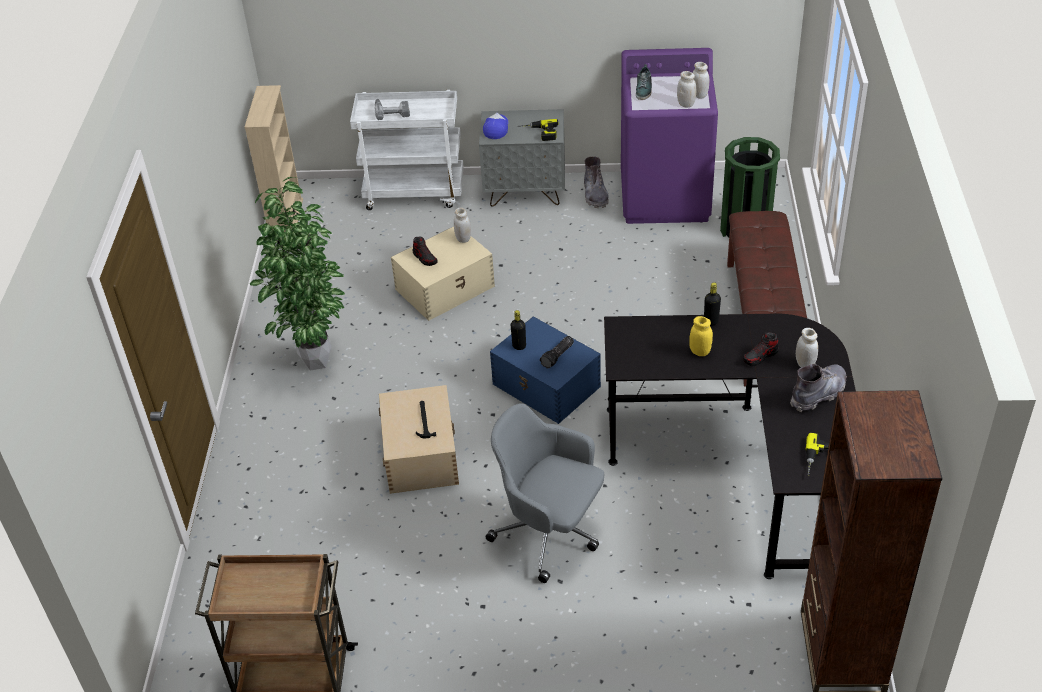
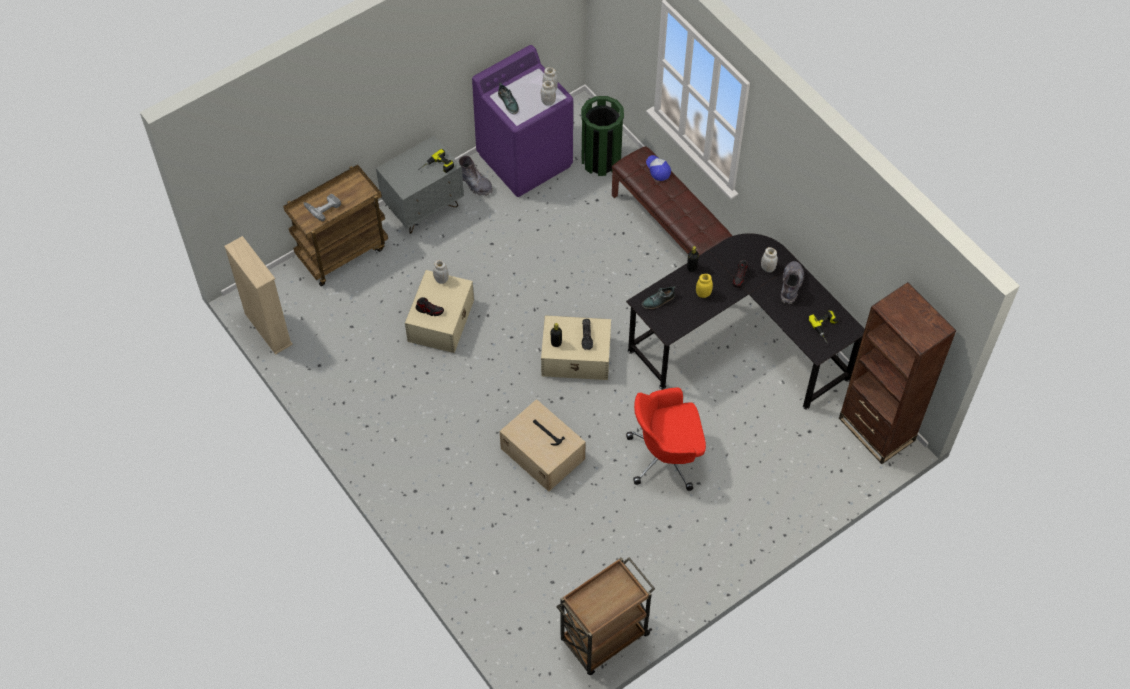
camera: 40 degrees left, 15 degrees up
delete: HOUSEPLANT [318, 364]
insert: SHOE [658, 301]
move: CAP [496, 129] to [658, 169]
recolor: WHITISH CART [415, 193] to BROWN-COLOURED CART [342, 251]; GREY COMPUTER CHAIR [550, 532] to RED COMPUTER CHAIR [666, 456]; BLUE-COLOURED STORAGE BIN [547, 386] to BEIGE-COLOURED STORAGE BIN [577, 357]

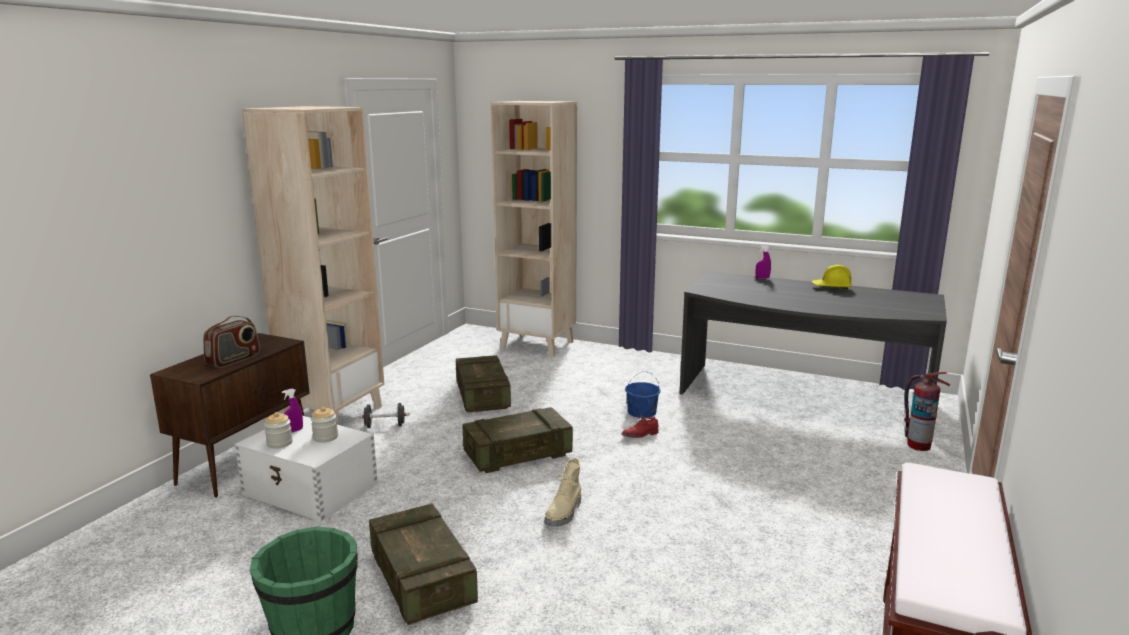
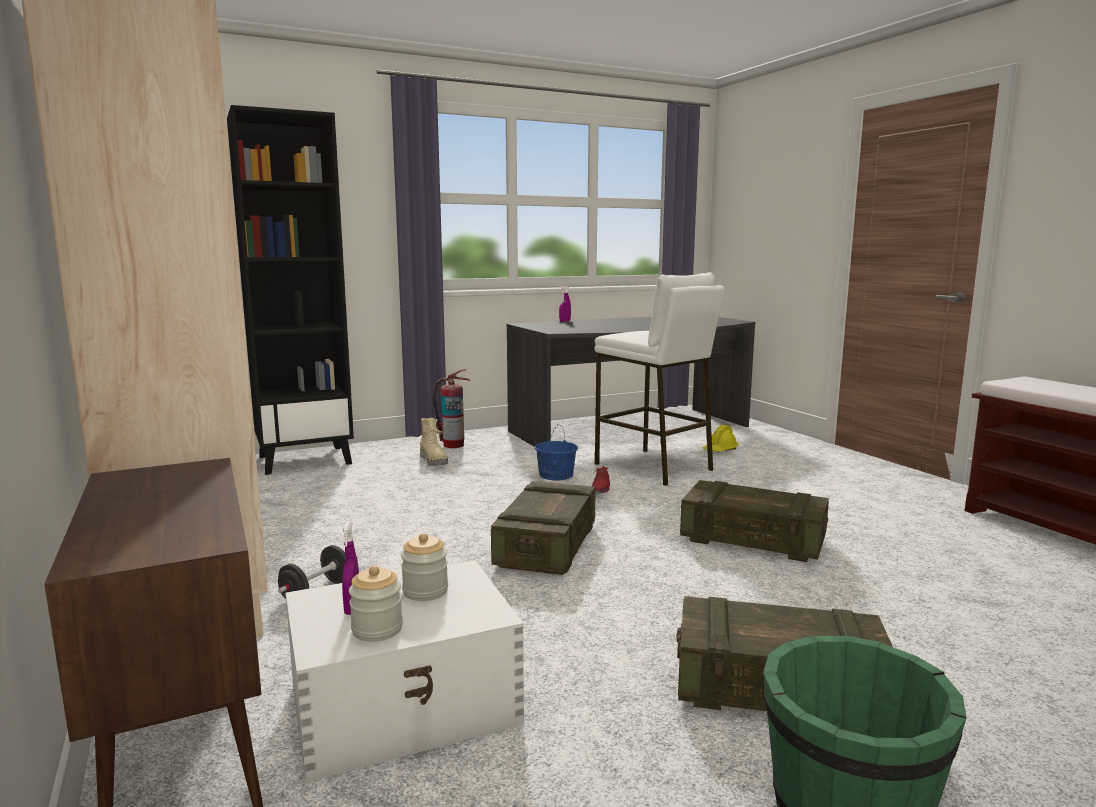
camera: 50 degrees left, 5 degrees down
delete: RADIO RECEIVER [234, 360]
insert: WHITISH STOOL [653, 467]
move: PACKING CRATE [482, 396] to [752, 540]; BEIGE-COLOURED HIGH-TOP BOOT [564, 513] to [434, 461]; YELLOW HARD HAT [831, 287] to [720, 450]; FIRE-FIGHTING CYLINDER [918, 445] to [453, 445]
recolor: BEIGE-COLOURED BOOKCASE [538, 345] to BLACKISH BOOKCASE [305, 460]

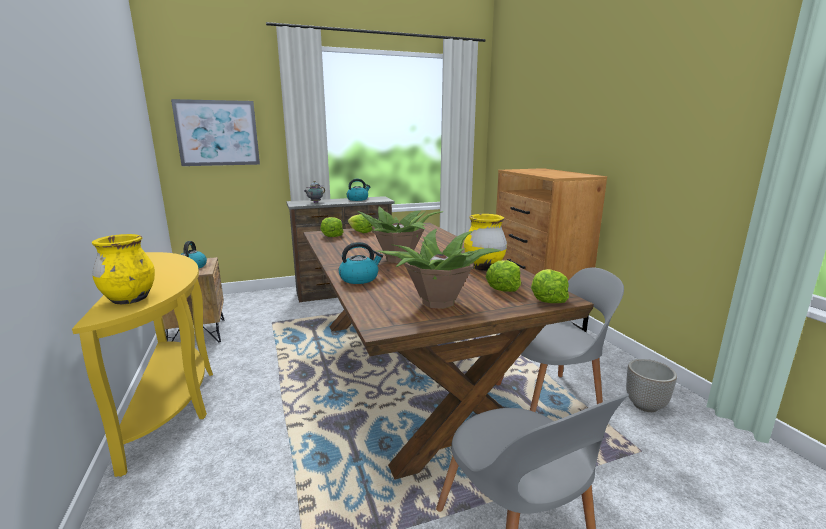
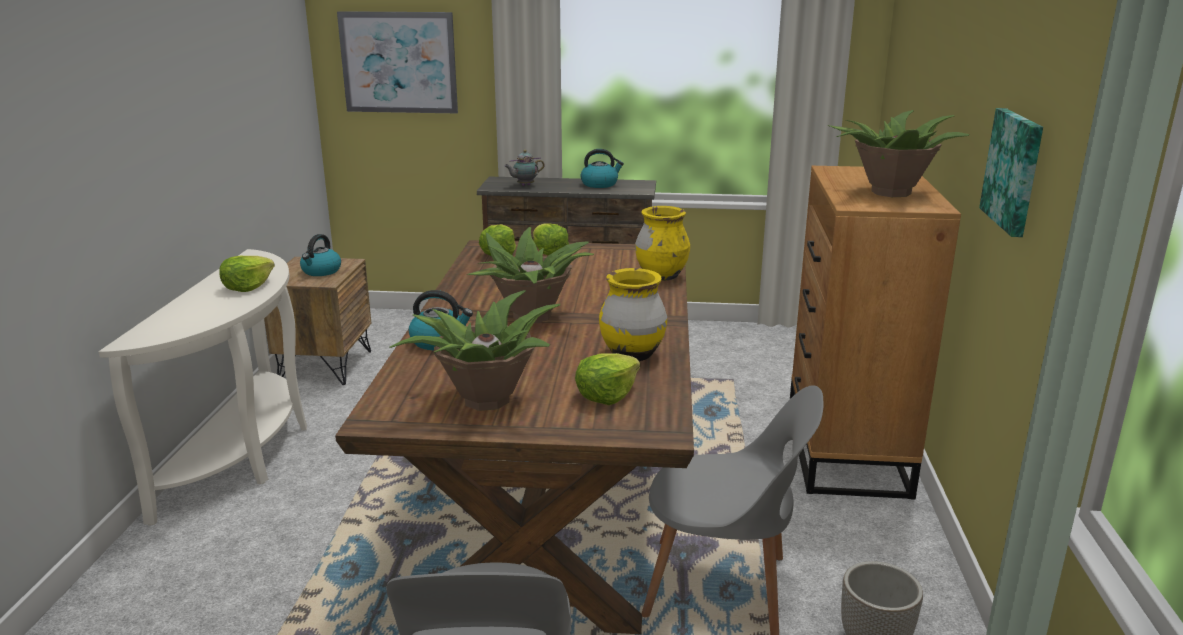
camera: 25 degrees right, 5 degrees up
insert: HOUSEPLANT [889, 192]; WALL ART [1015, 170]
move: YELLOW FLOWER VASE [130, 299] to [661, 276]; LETTUCE HEAD [547, 298] to [247, 287]
recolor: YELLOW CONSOLE TABLE [175, 400] to WHITISH CONSOLE TABLE [247, 453]

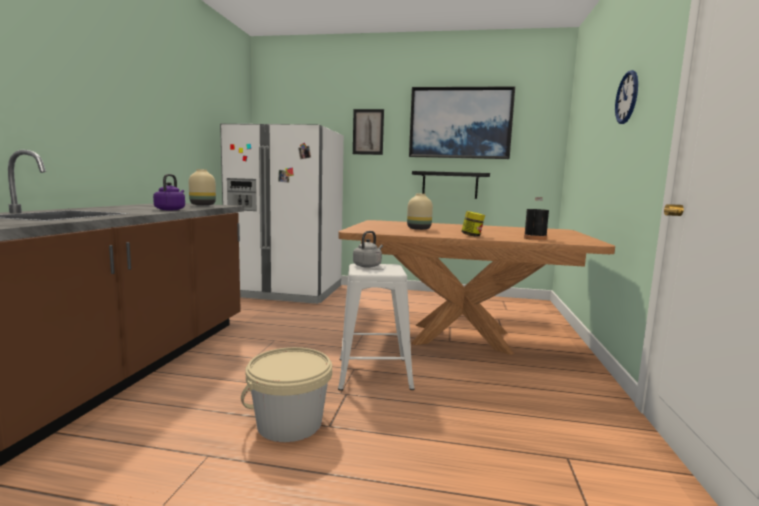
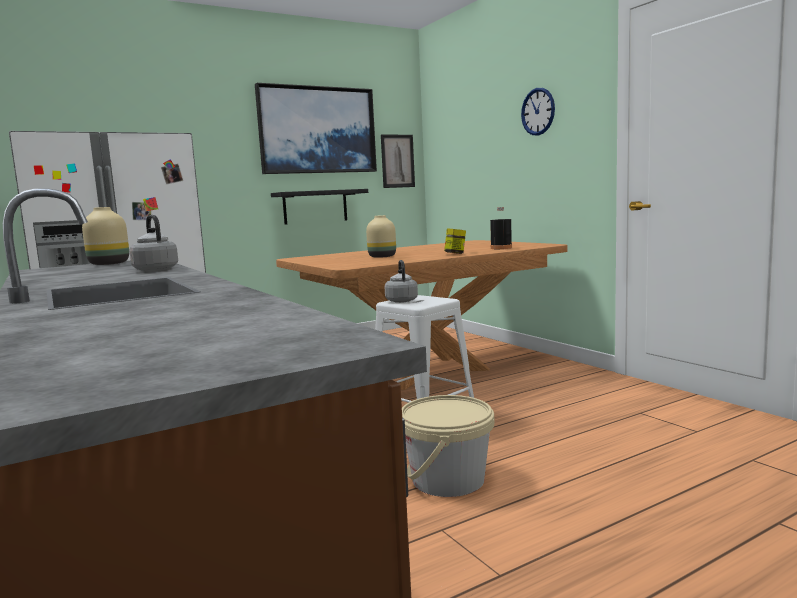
camera: 40 degrees left, 0 degrees up
move: WALL ART [368, 132] to [397, 161]
recolor: PURPLE-COLOURED KETTLE [171, 209] to GREY KETTLE [155, 270]

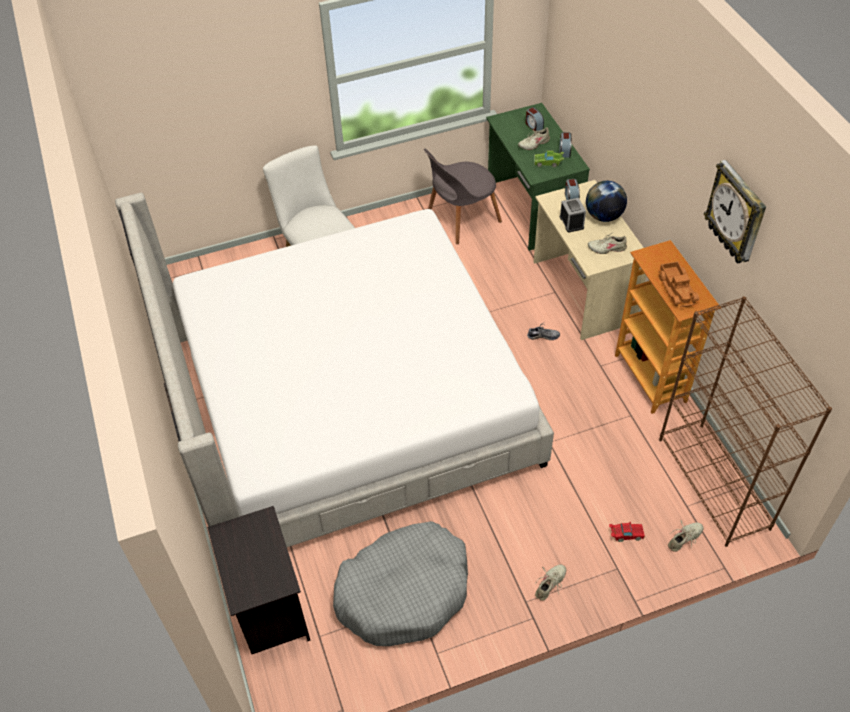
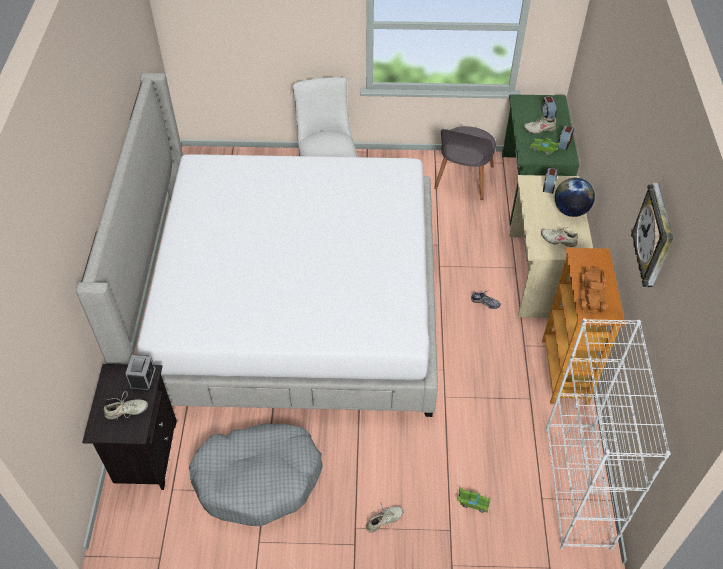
camera: 20 degrees right, 0 degrees up
move: TABLE CLOCK [571, 222] to [143, 378]; BEIGE-COLOURED SHOE [684, 539] to [126, 411]
recolor: RED MODEL CAR [625, 534] to GREEN-COLOURED MODEL CAR [472, 503]; BROWN-COLOURED BOOKCASE [714, 483] to WHITISH BOOKCASE [577, 487]
rotate: GREY CHAIR [461, 219] = [463, 179] 60 degrees counterclockwise

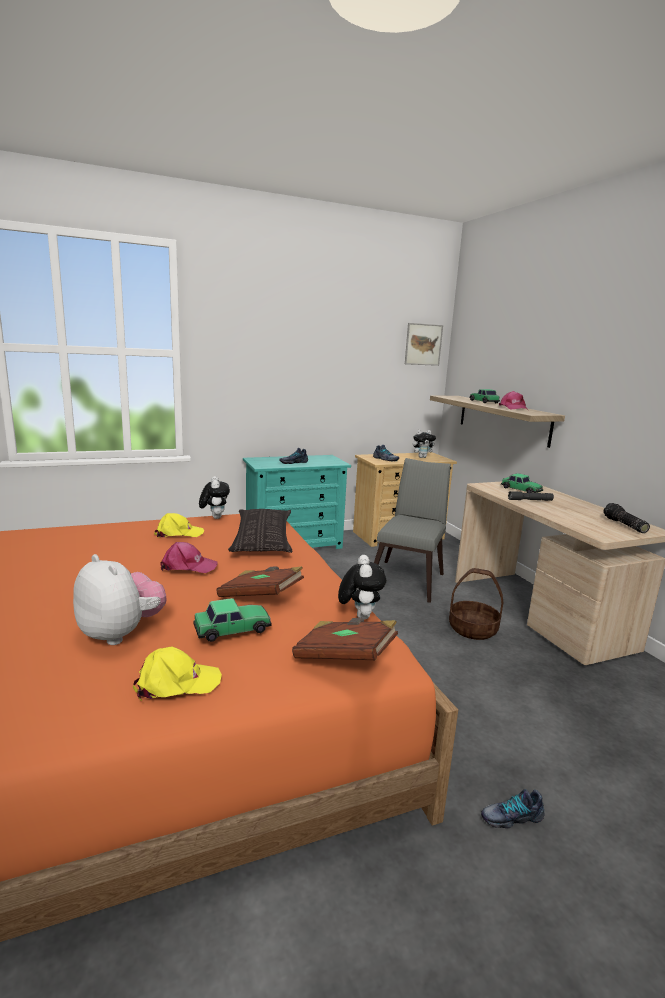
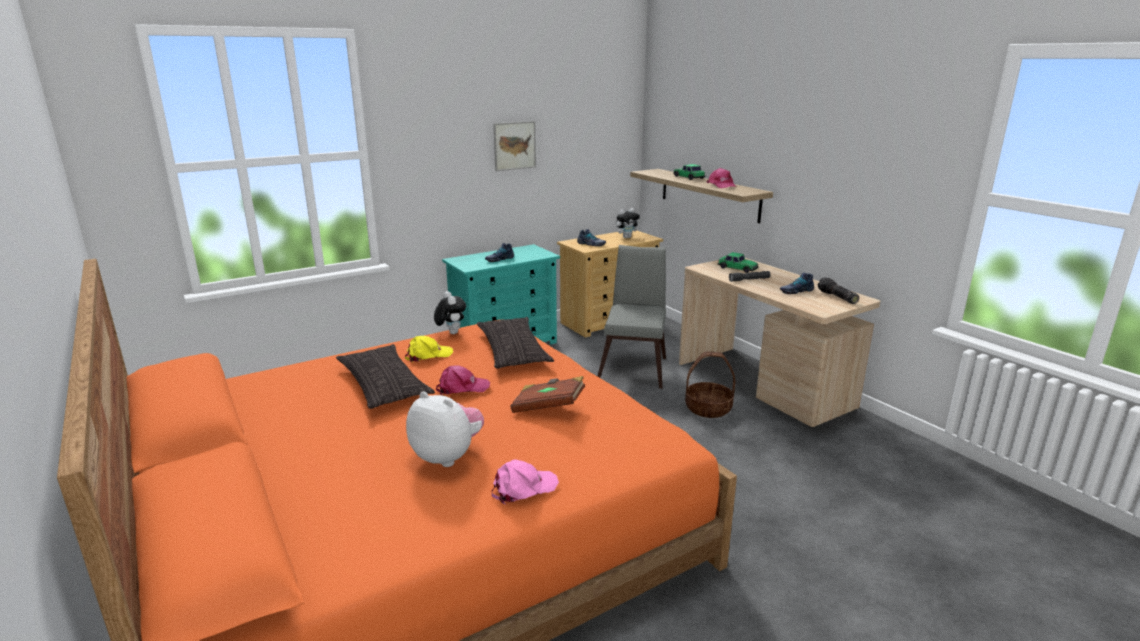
camera: 10 degrees left, 5 degrees up
delete: MODEL CAR [233, 629]; BROWN-COLOURED BOOK [345, 657]; PLUSH TOY [359, 615]
insert: PILLOW [383, 384]
move: WALL ART [423, 344] to [514, 145]; SHOE [511, 817] to [796, 291]
recolor: YELLOW CAP [176, 683] to PINK CAP [523, 488]

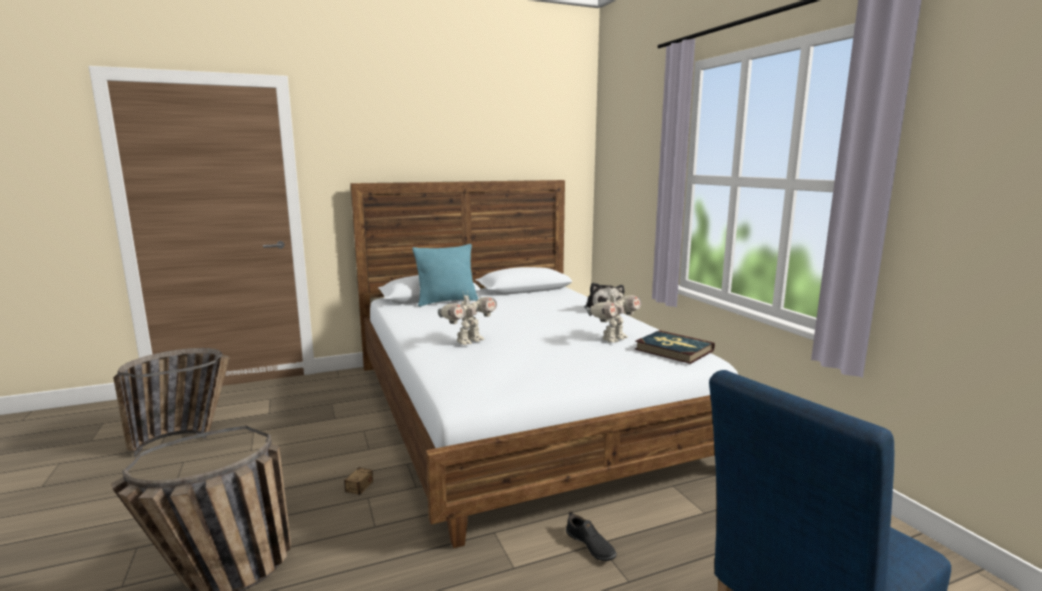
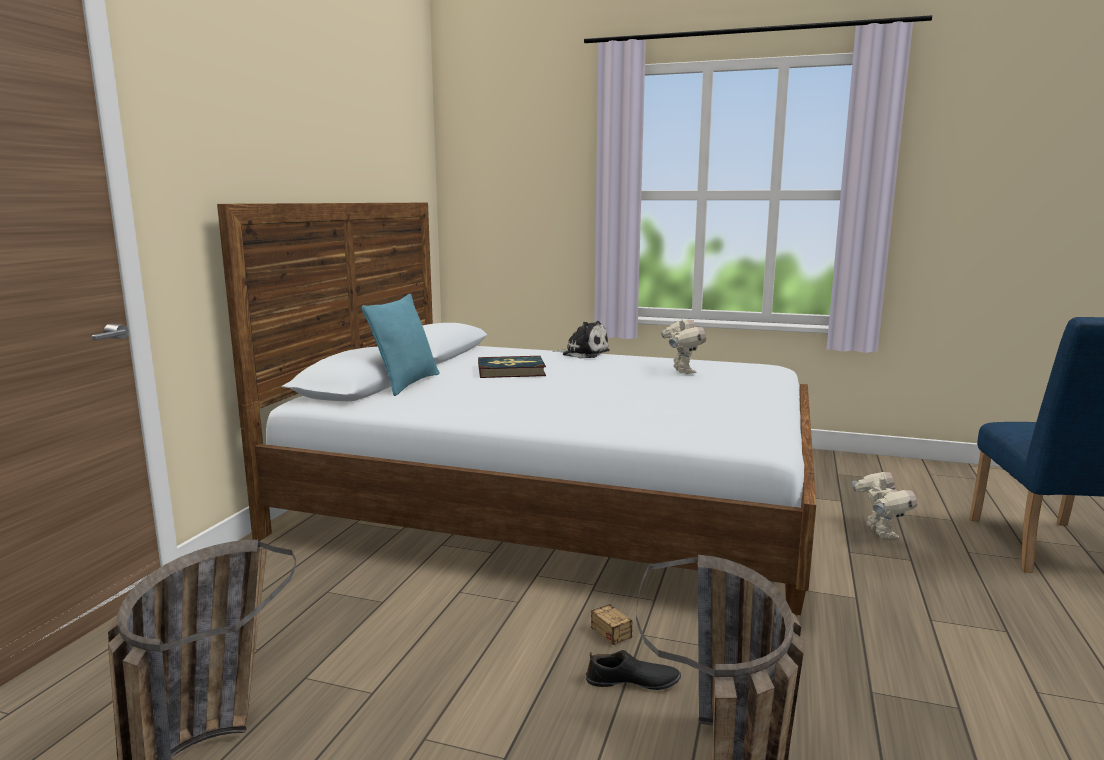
camera: 50 degrees left, 0 degrees up
move: ROBOT FIGURE [468, 341] to [879, 533]; BLACKISH SHOE [590, 546] to [632, 682]; BOOK [673, 350] to [511, 371]

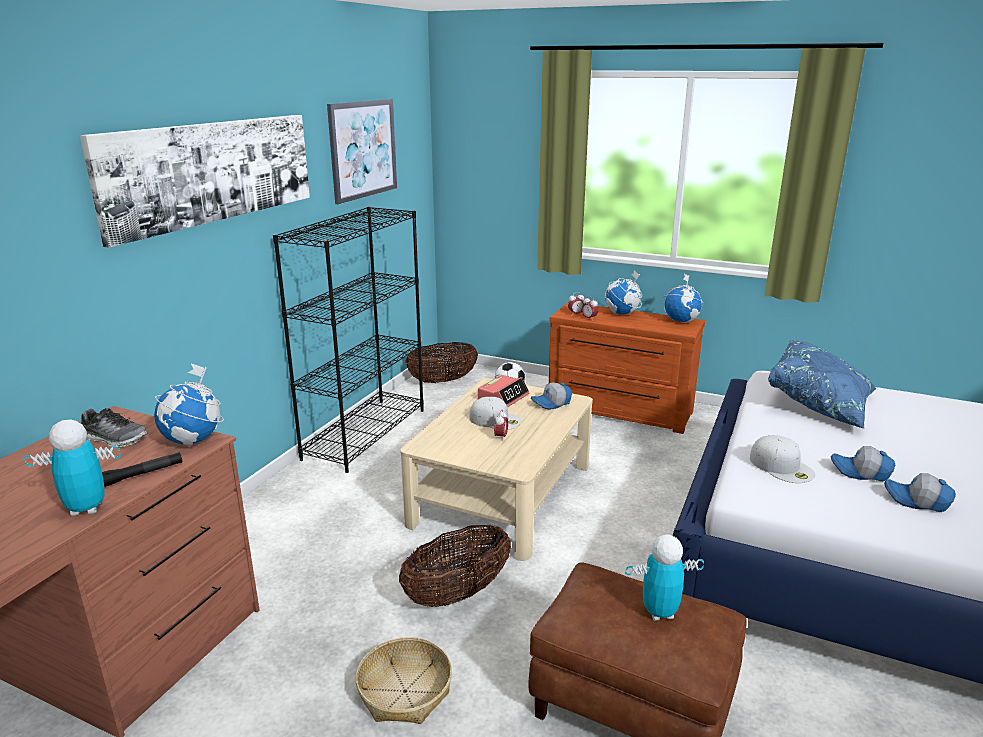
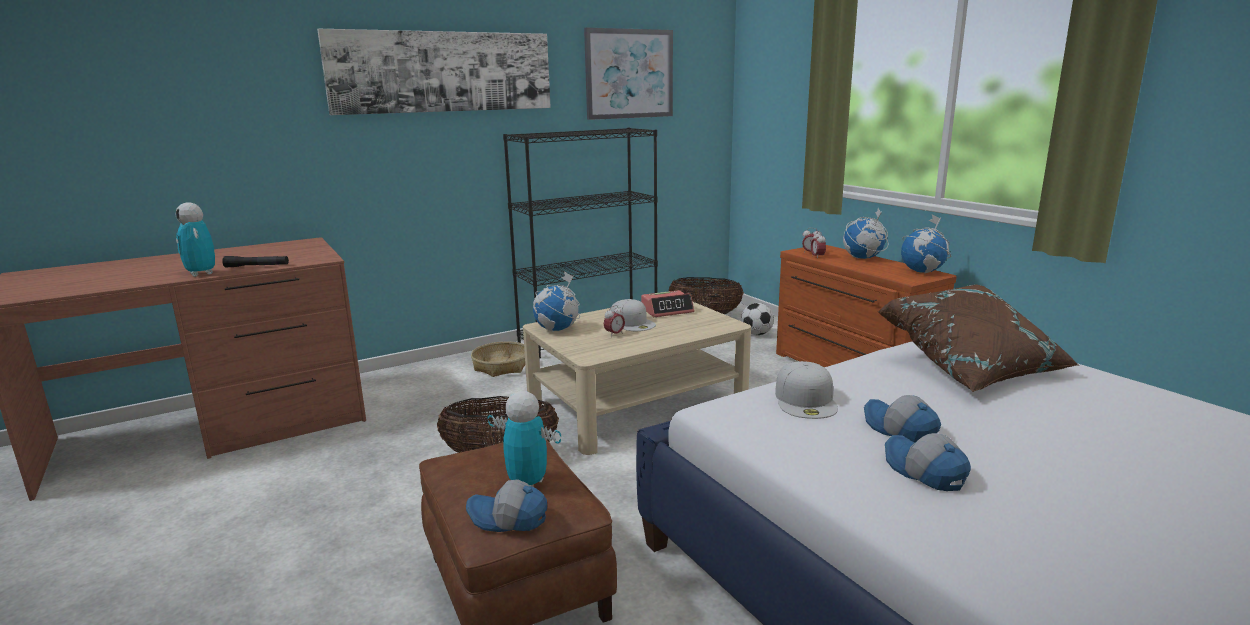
camera: 35 degrees right, 5 degrees down
delete: SHOE [115, 439]
move: WORLD GLOBE [193, 440] to [557, 329]; HOUSEHOLD BASKET [405, 691] to [502, 366]; CAP [551, 403] to [508, 519]
recolor: BLUE-COLOURED PILLOW [820, 404] to BROWN-COLOURED PILLOW [972, 366]
rotate: ROBOT FIGURE [86, 509] = [201, 274] 150 degrees counterclockwise

